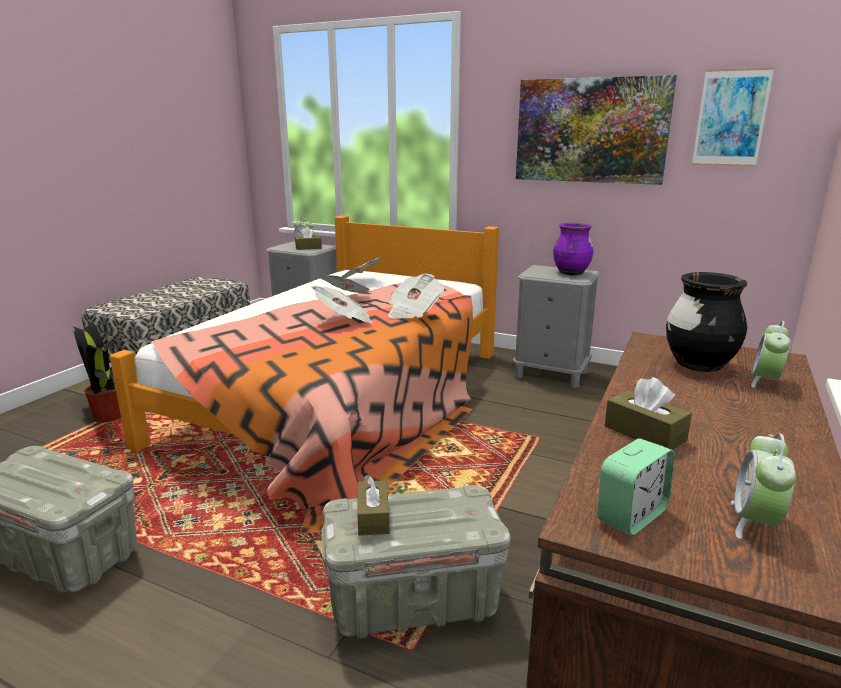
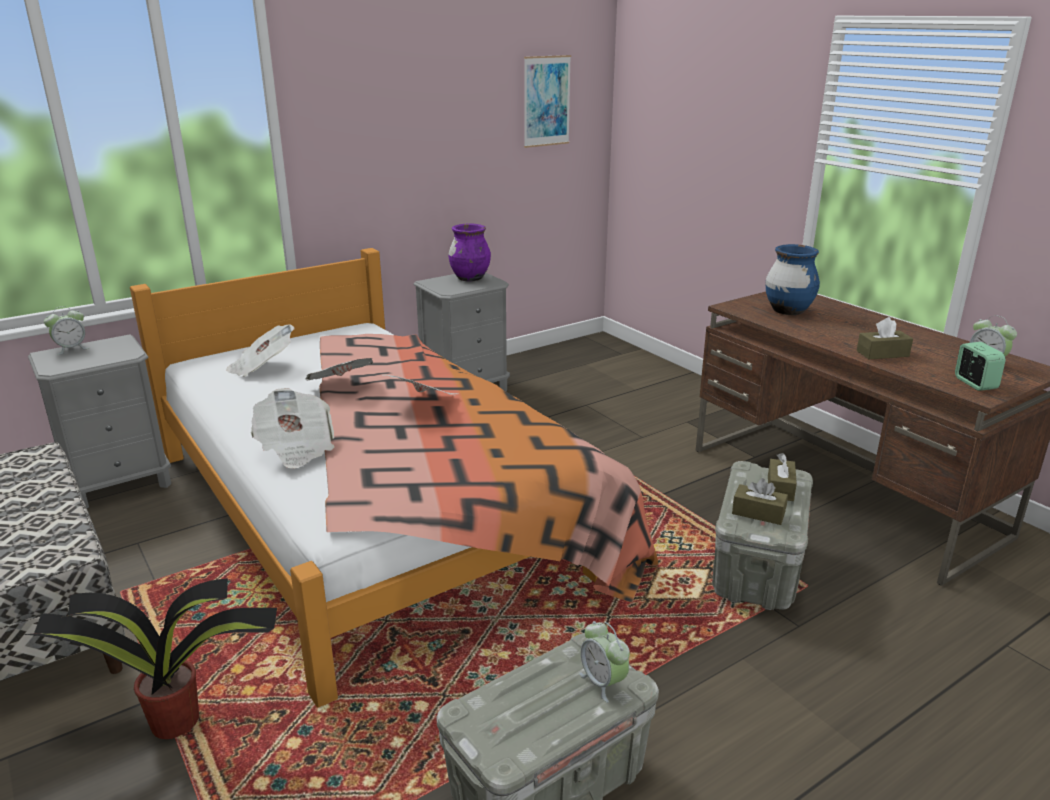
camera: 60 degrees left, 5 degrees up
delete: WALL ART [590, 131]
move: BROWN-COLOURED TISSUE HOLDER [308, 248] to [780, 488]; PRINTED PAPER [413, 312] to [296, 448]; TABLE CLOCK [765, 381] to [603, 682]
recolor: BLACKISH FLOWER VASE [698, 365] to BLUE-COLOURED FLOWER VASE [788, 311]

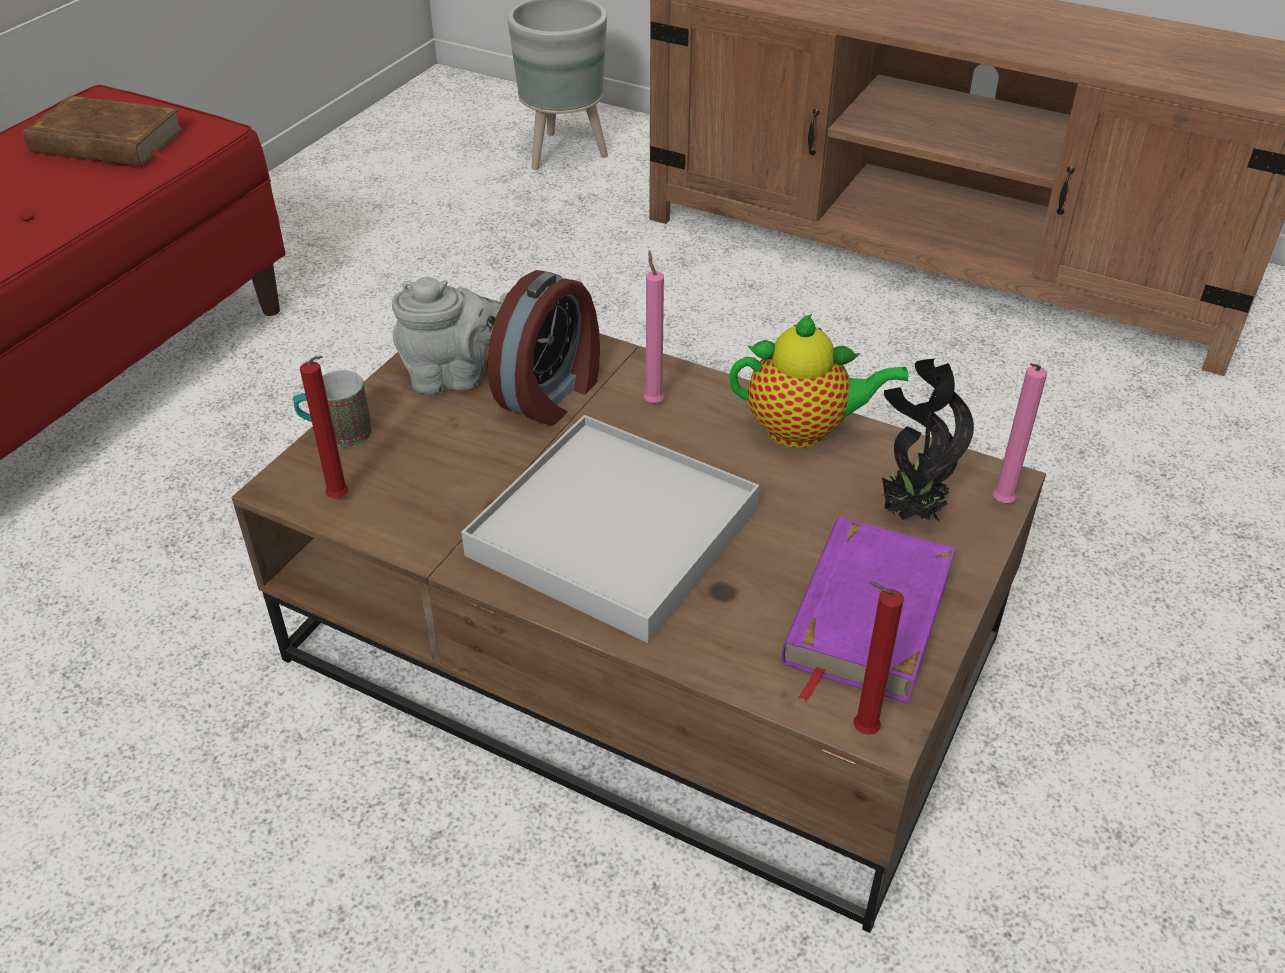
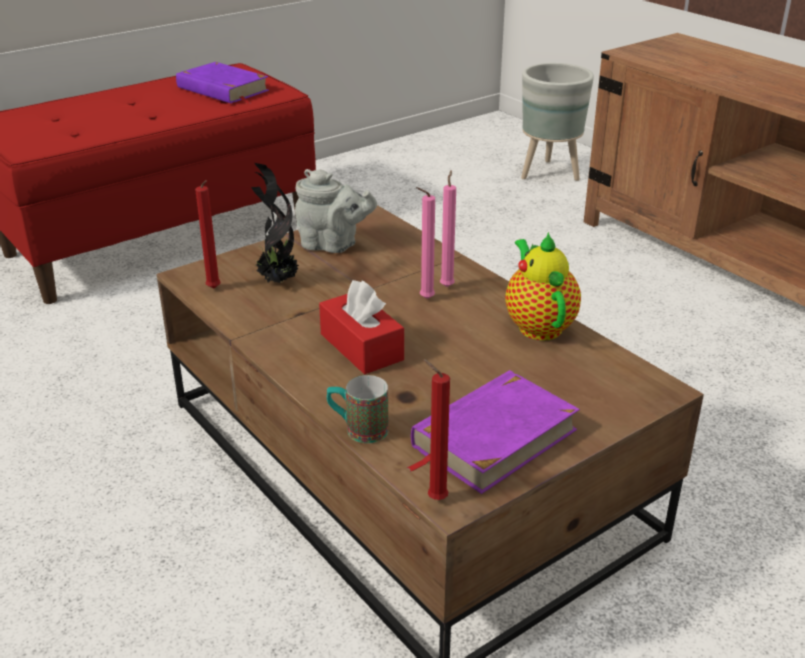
camera: 25 degrees right, 10 degrees down
delete: TABLE CLOCK [552, 394]
move: MUG [337, 434] to [358, 429]; HOUSEPLANT [908, 513] to [276, 282]; PINK WAX LIGHT [1000, 504] to [424, 299]
replace: WHITISH TRAY [612, 532] to RED TISSUE HOLDER [361, 347]
recolor: BROWN-COLOURED BOOK [108, 142] to PURPLE-COLOURED BOOK [222, 89]
rotate: POT FOR TEA [803, 430] = [538, 325] 135 degrees counterclockwise

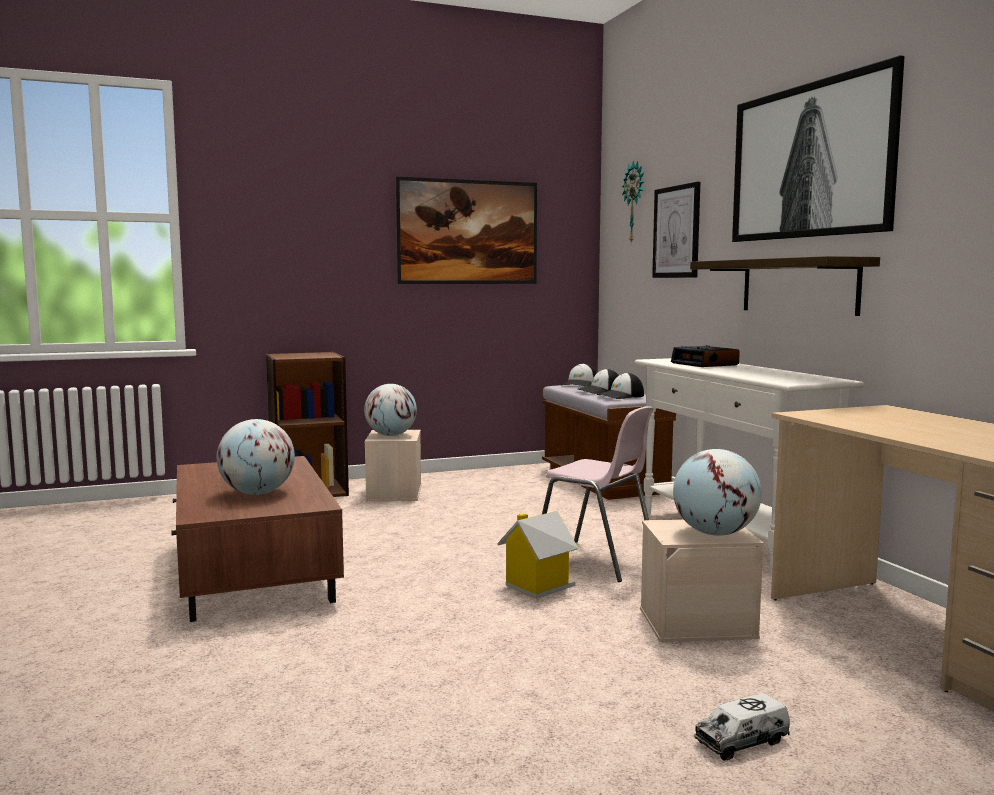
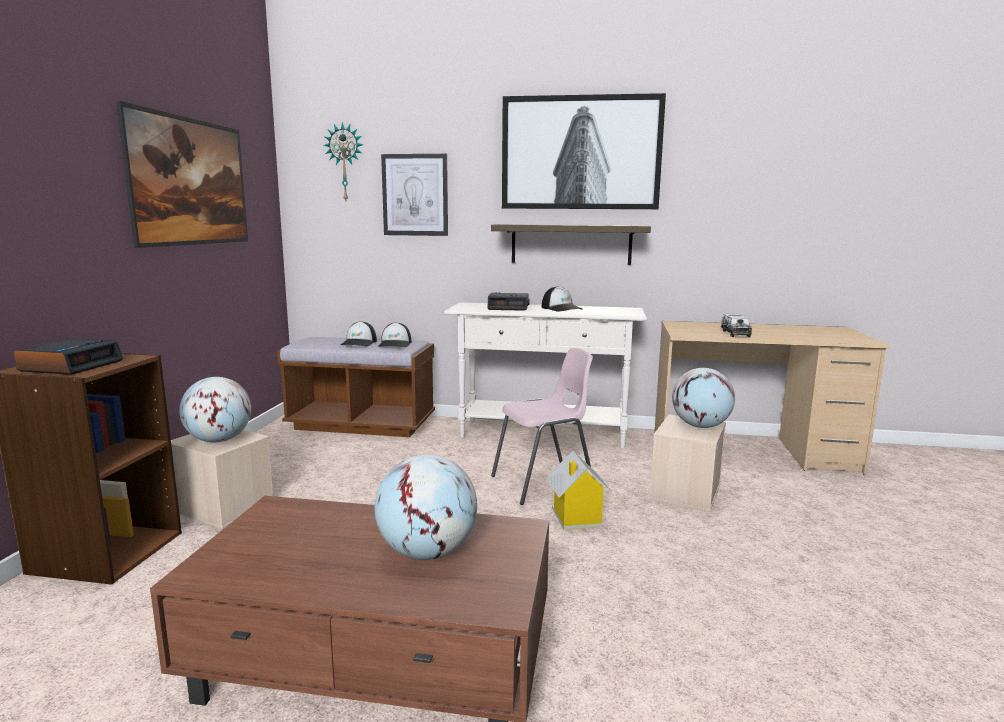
camera: 60 degrees left, 5 degrees up
insert: TABLE CLOCK [71, 365]
move: CAP [580, 384] to [561, 308]; TOY TRUCK [742, 741] to [735, 333]

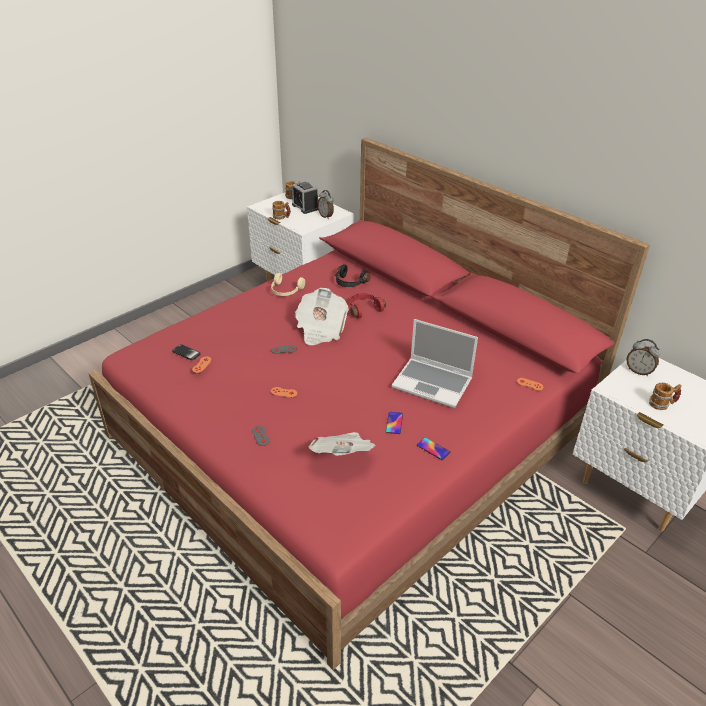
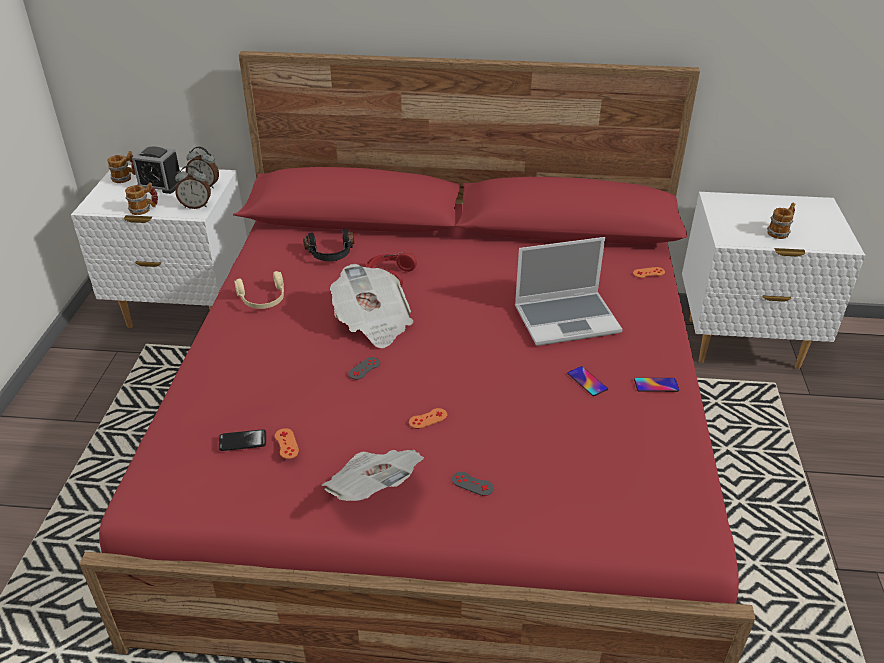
camera: 40 degrees left, 0 degrees up
move: PRINTED PAPER [342, 456] to [373, 490]; TABLE CLOCK [638, 371] to [196, 206]

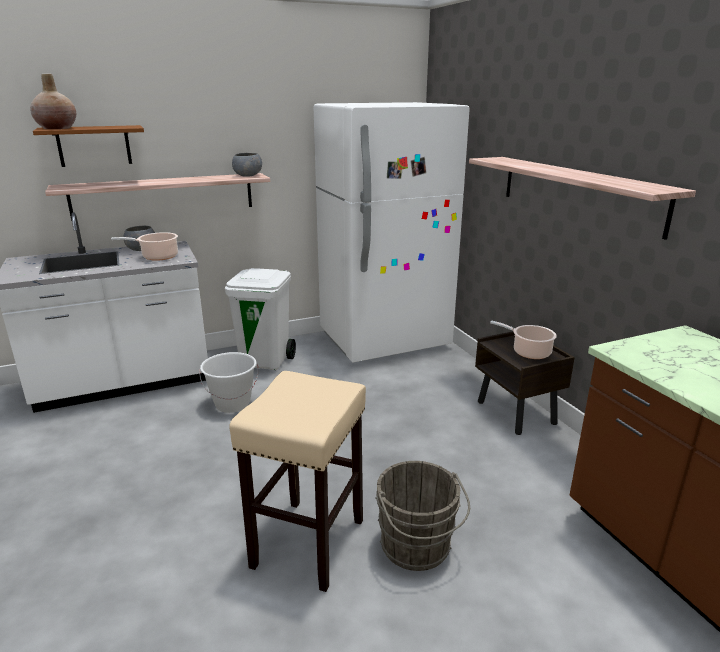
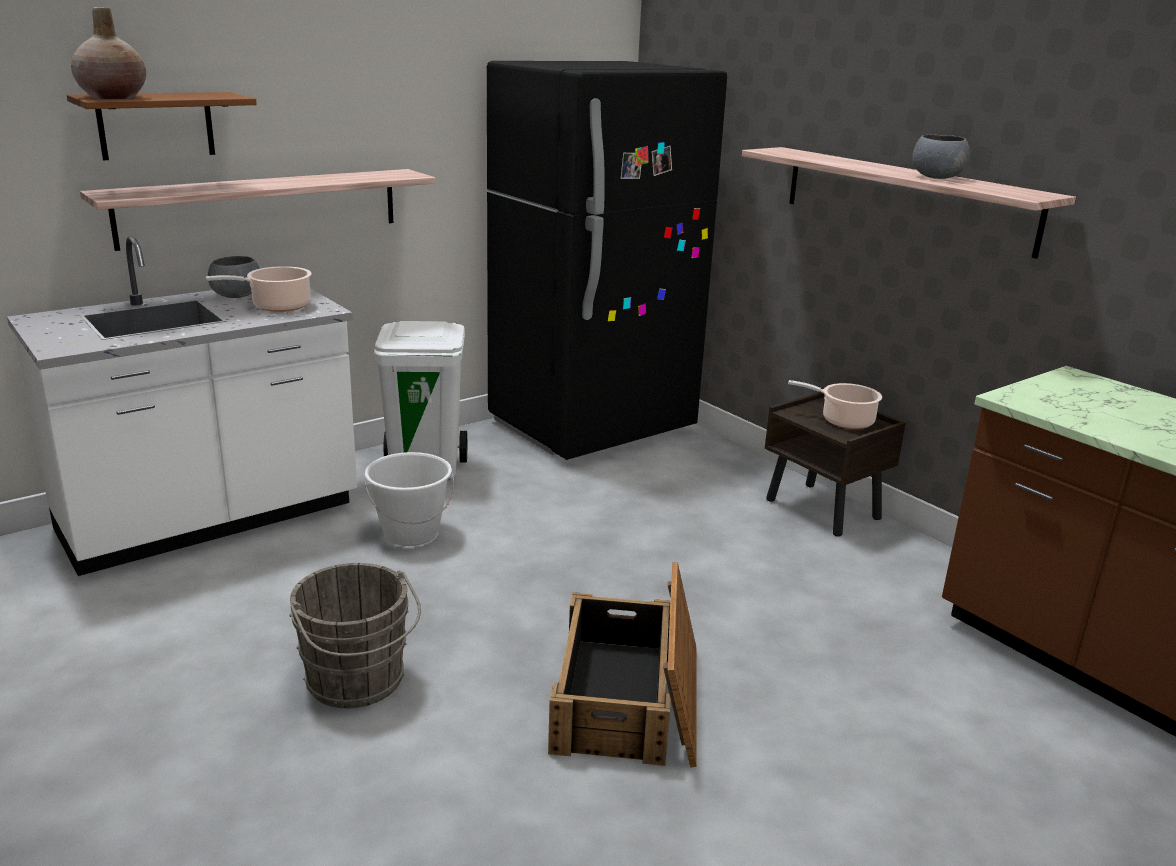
camera: 15 degrees left, 0 degrees up
move: GREY SERVING BOWL [247, 175] to [936, 177]; GREY WATER BUCKET [417, 548] to [357, 682]
replace: BEIGE-COLOURED STOOL [308, 544] to PACKING CRATE [630, 699]
recolor: WHITISH FRIDGE [384, 340] to BLACKISH FRIDGE [592, 426]

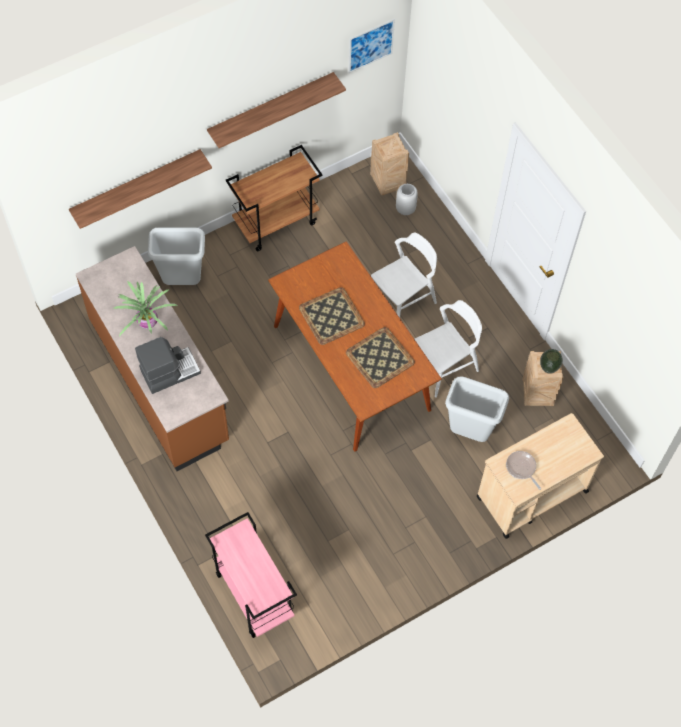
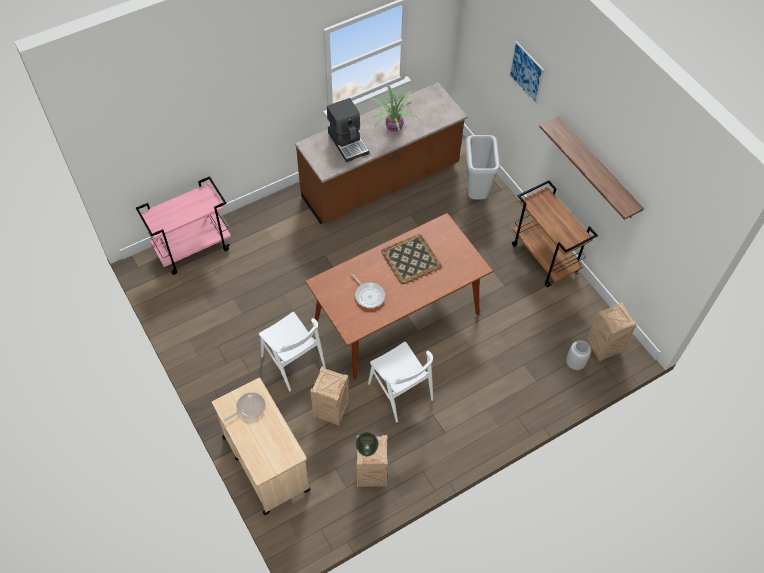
camera: 90 degrees right, 5 degrees down
delete: SHELF [136, 186]
move: WALL ART [370, 45] to [526, 72]; WHITISH CHAIR [402, 301] to [293, 362]
replace: TRAY [379, 357] to PAN [368, 295]; GREY RUBBISH BIN [470, 432] to PACKING CRATE [331, 412]

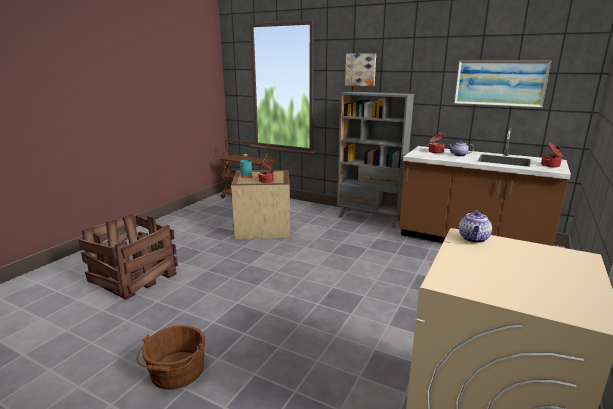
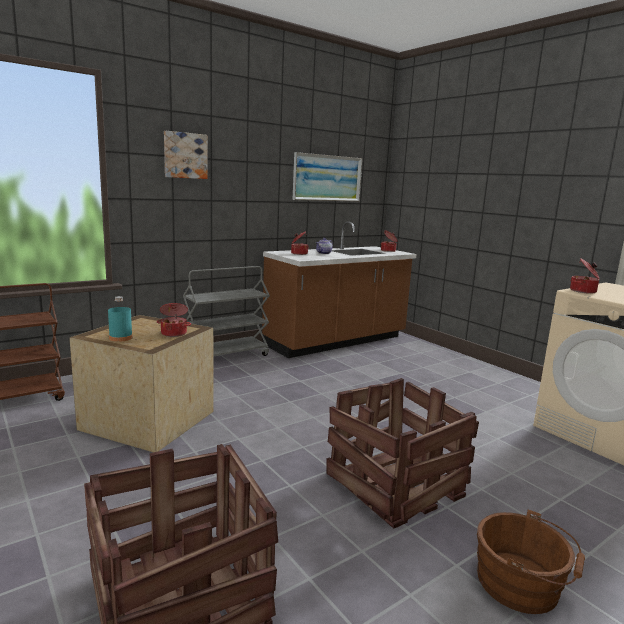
camera: 65 degrees left, 5 degrees down
insert: PACKING CRATE [397, 484]
replace: GREY BOOKCASE [369, 218] to GREY CART [226, 356]; POT FOR TEA [474, 239] to STOCKPOT [583, 291]

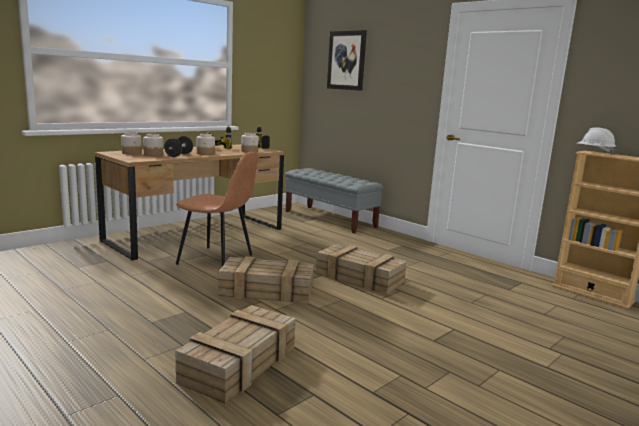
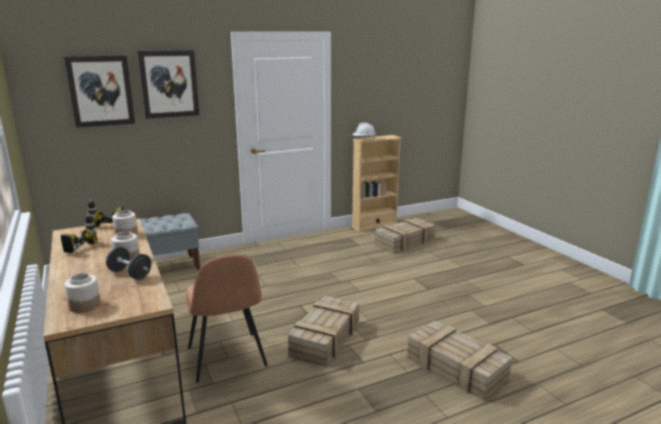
camera: 70 degrees left, 5 degrees up
delete: JAR [153, 154]
insert: WALL ART [169, 84]
move: PACKING CRATE [361, 278] to [405, 241]
rotate: BROWN-COLOURED CHAIR [217, 260] = [227, 358] 120 degrees clockwise

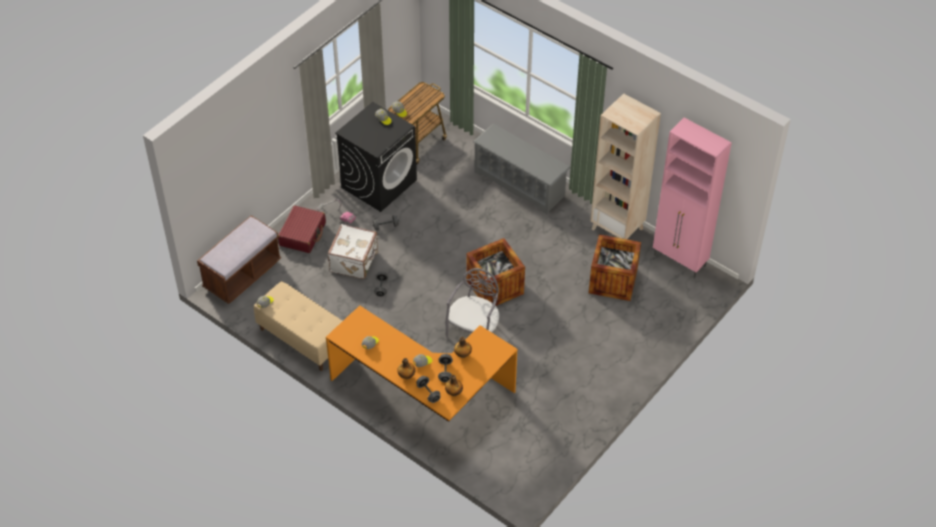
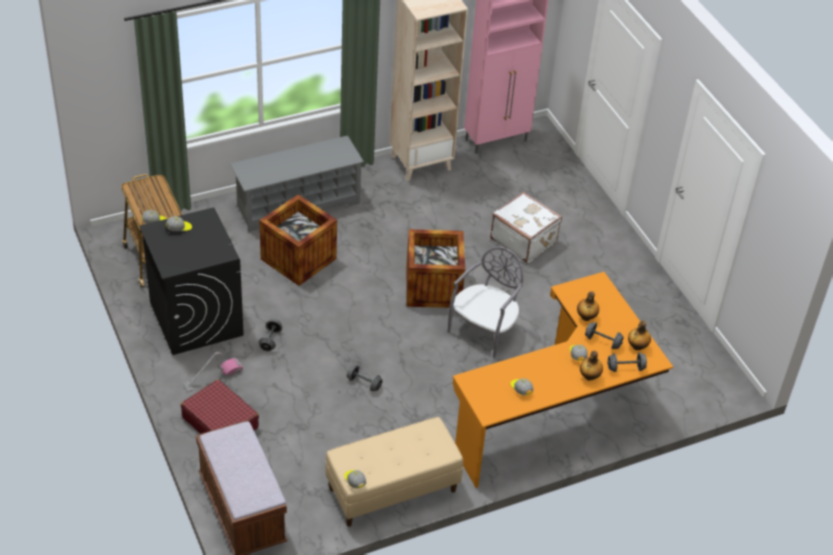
camera: 65 degrees left, 5 degrees down
move: WHITISH SUITCASE [355, 261] to [524, 240]; PACKING CRATE [613, 281] to [298, 259]
rotate: GREY CHAIR [474, 330] = [484, 330] 75 degrees clockwise

